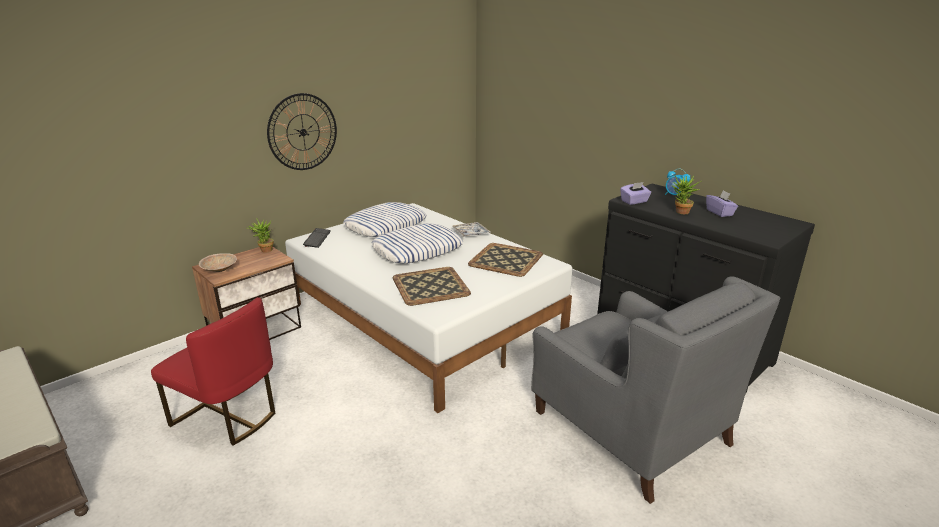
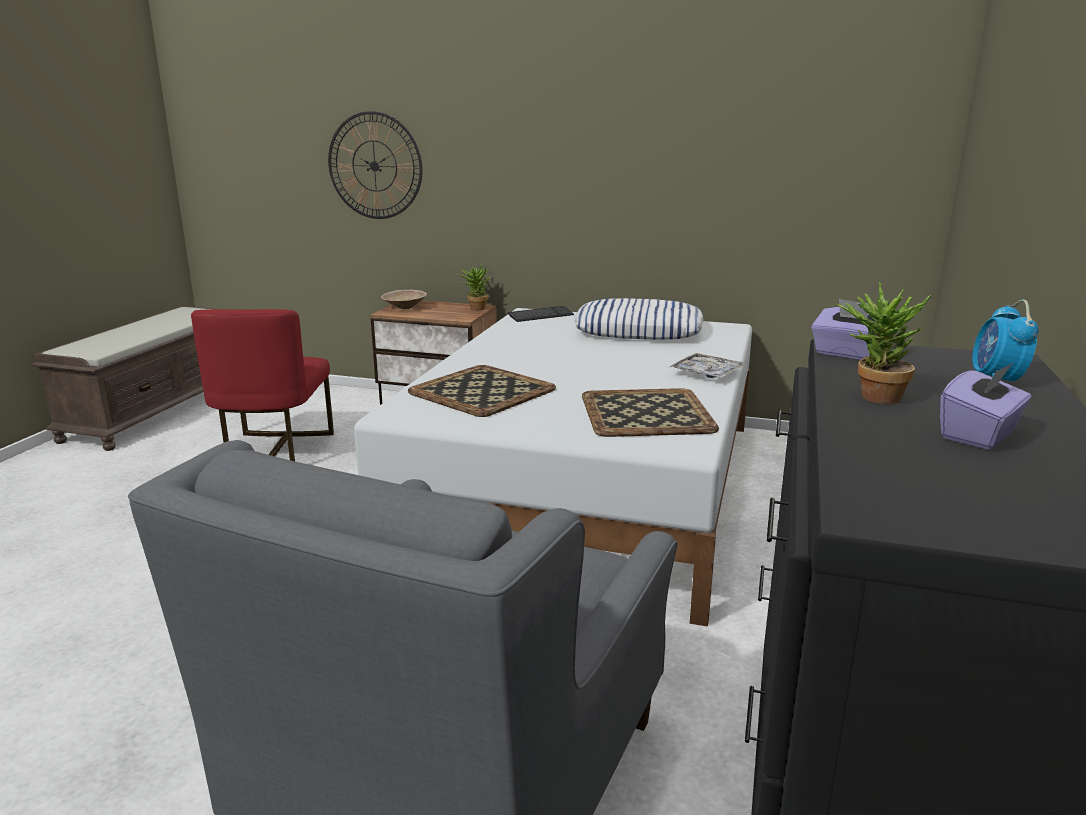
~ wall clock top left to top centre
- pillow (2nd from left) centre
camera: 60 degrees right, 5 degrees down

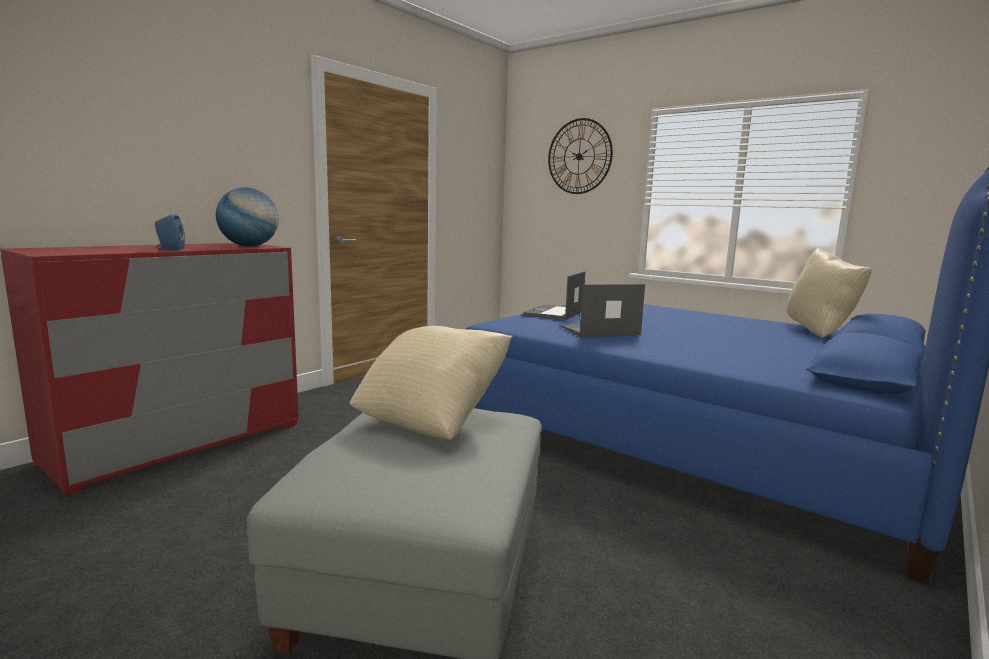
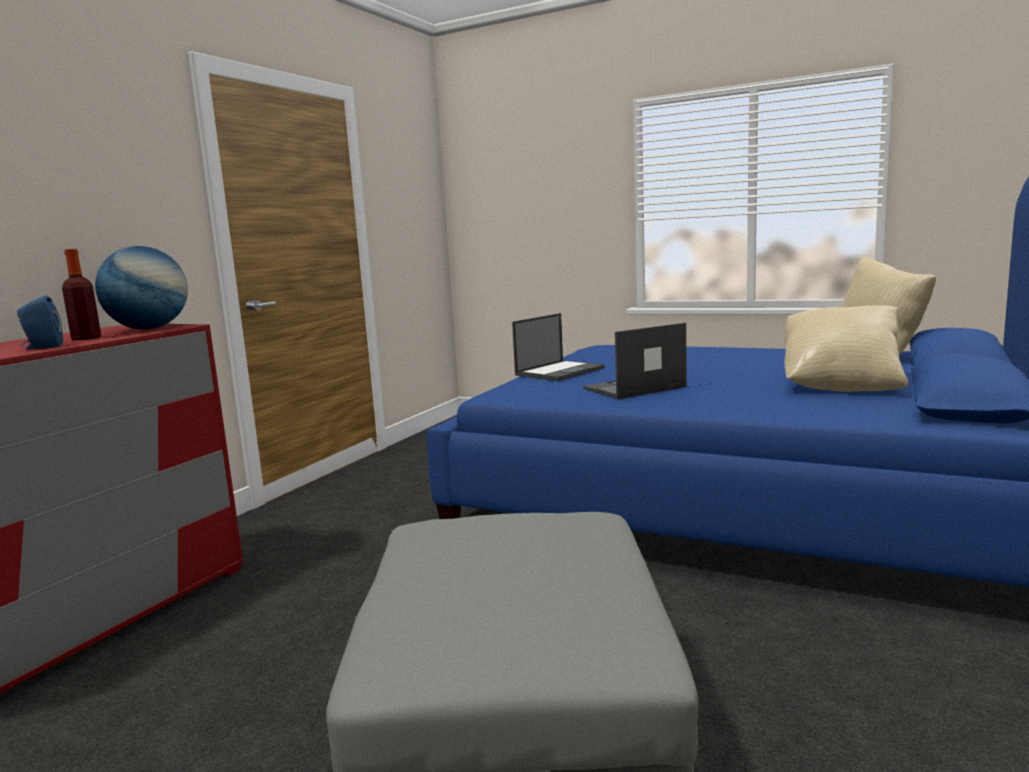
+ beverage bottle middle left
~ notebook computer (1st from left) centre = centre 150 degrees counterclockwise
~ pillow (beige-coloured) (1st from left) centre to middle right
- wall clock top centre
camera: 10 degrees left, 0 degrees up

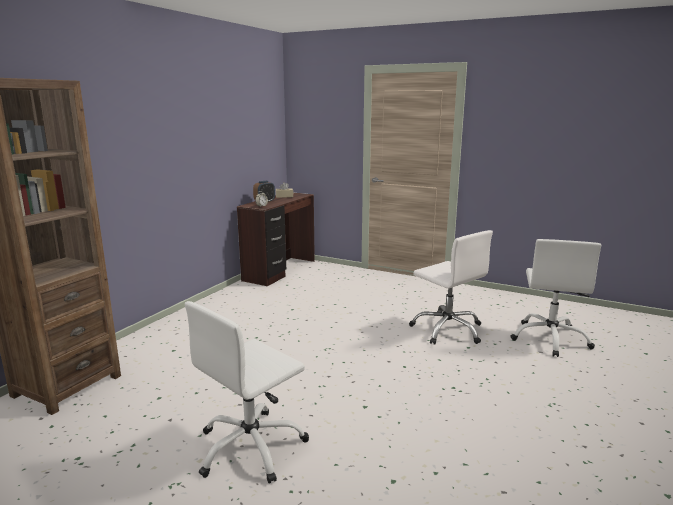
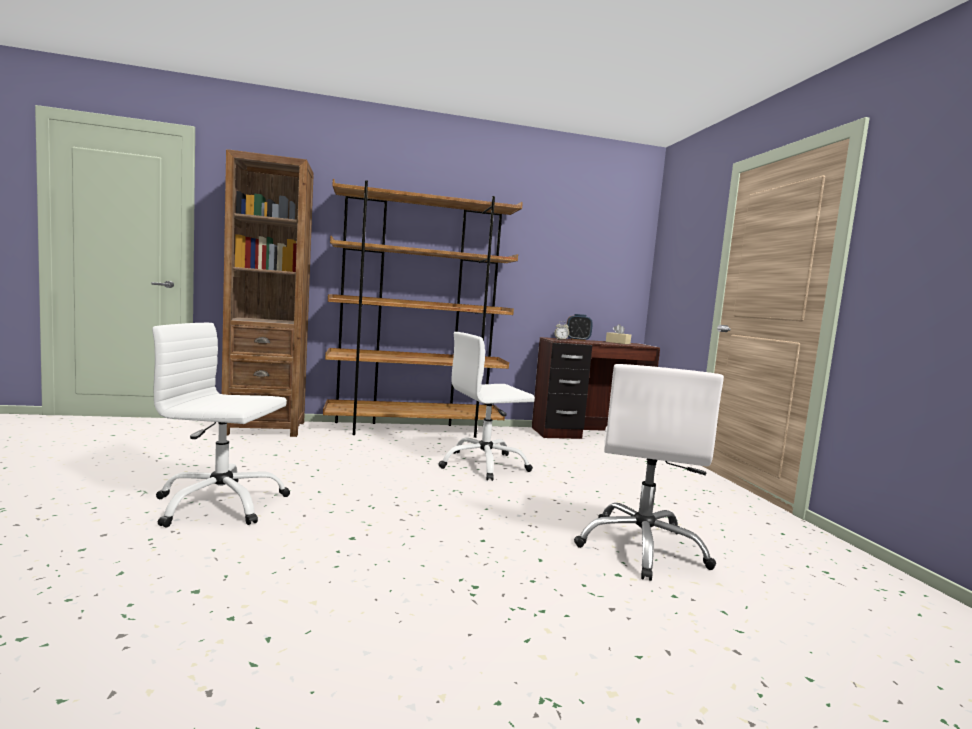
+ shelving unit (brown-coloured) (2nd from left) centre
~ computer chair (white-coloured) (3rd from left in the first image) middle right to computer chair (white-coloured) (2nd from left) centre
camera: 50 degrees right, 10 degrees down

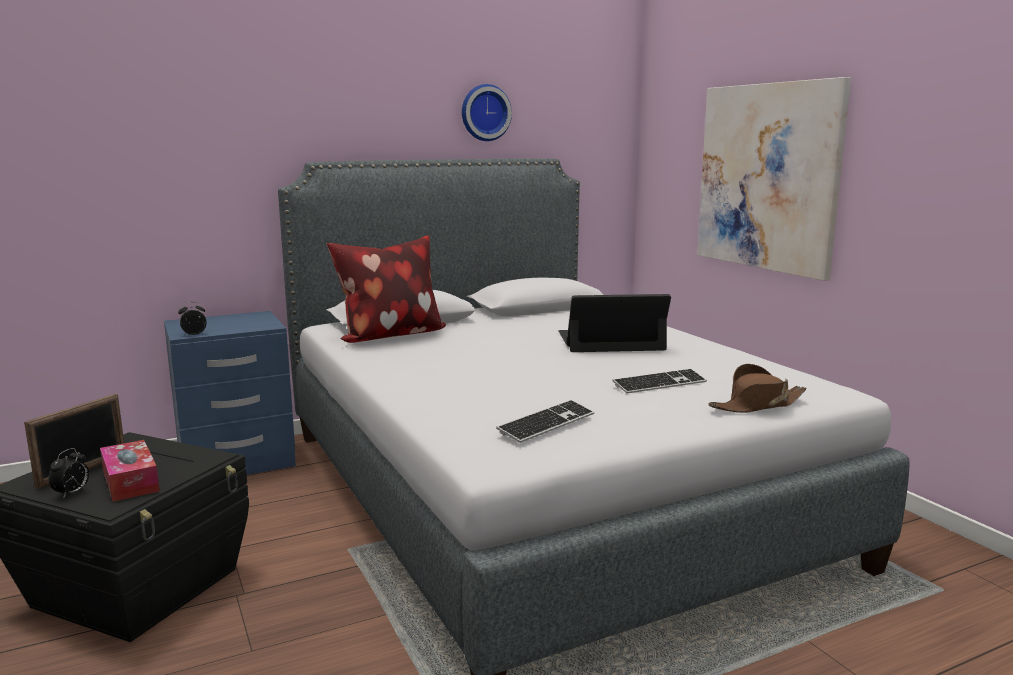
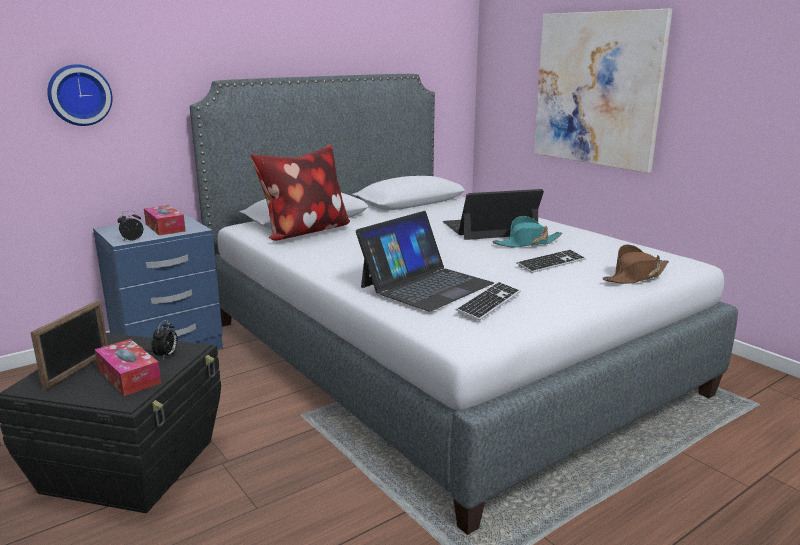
~ wall clock top centre to top left
+ tissue box (2nd from left) middle left
~ bedside clock (1st from left in the first image) bottom left to bedside clock (2nd from left) middle left
+ notebook computer (1st from left) centre
+ clothing hat (turquoise-coloured) centre
camera: 10 degrees left, 5 degrees up

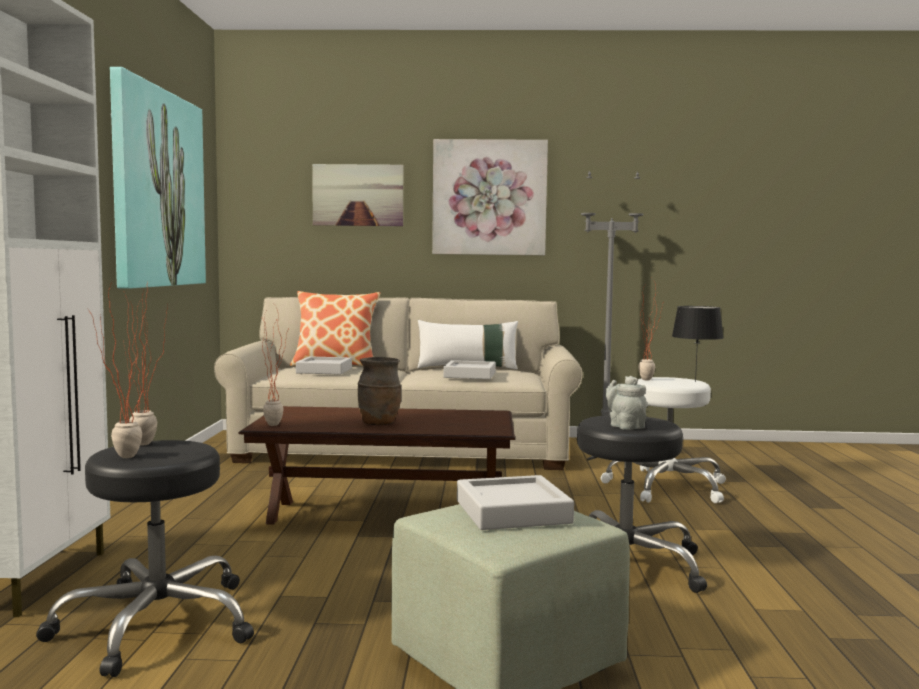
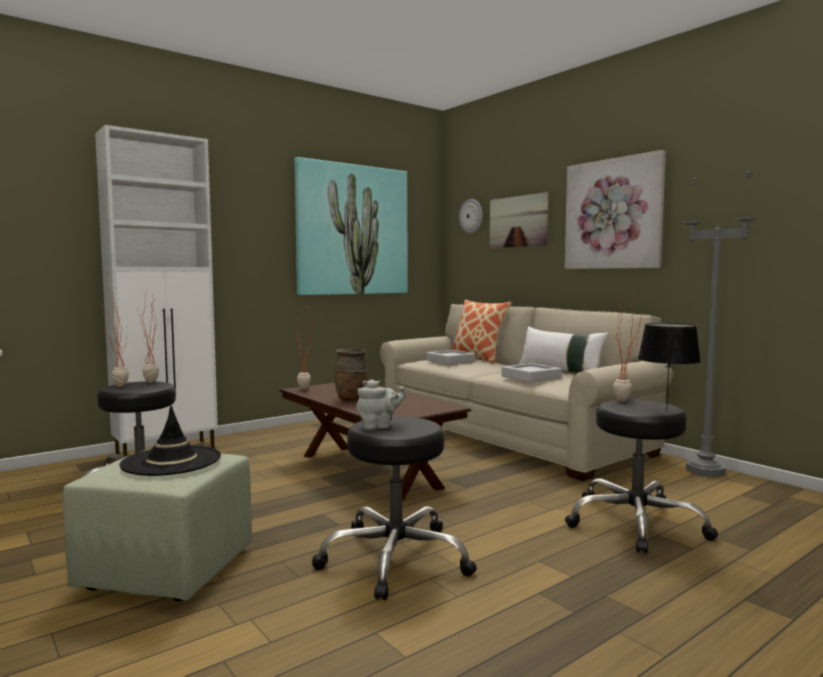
~ tray (grey) (3rd from left) bottom centre to clothing hat (black-coloured) middle left
~ tea pot (grey) middle right = centre 45 degrees clockwise
+ wall clock top centre
~ stool (white-coloured) middle right to stool (black-coloured) (3rd from left) bottom right
camera: 50 degrees right, 0 degrees up

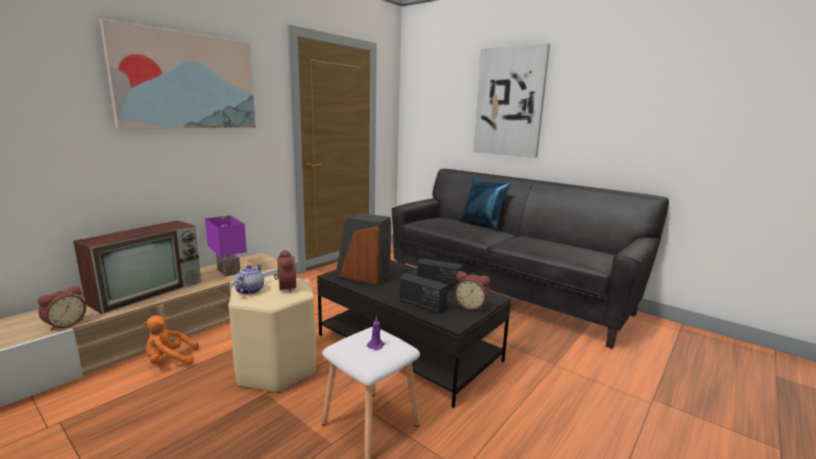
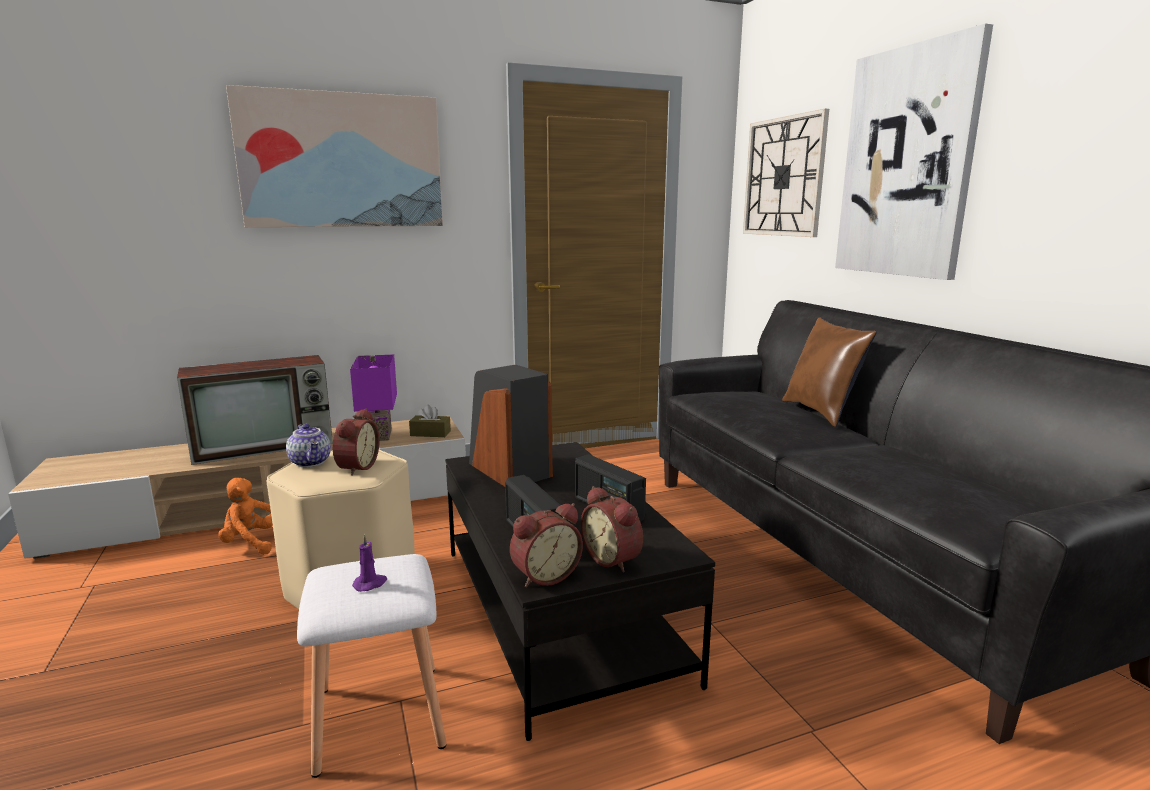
~ tea pot middle left = middle left 105 degrees clockwise
+ tissue box (brown-coloured) centre
~ bedside clock (1st from left in the first image) bottom left to bedside clock (2nd from left) bottom centre
+ wall clock top right
~ pillow (bluish) centre to pillow (brown-coloured) middle right
camera: 30 degrees right, 0 degrees up

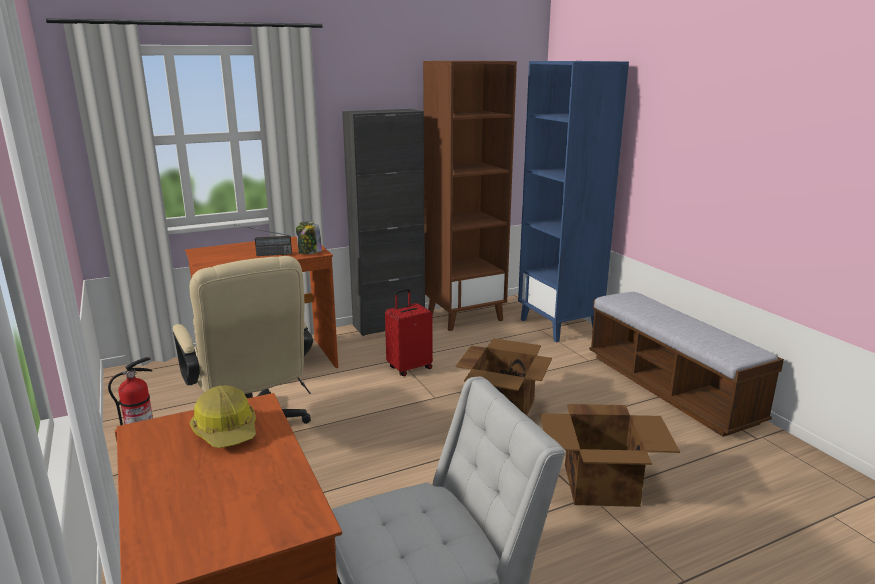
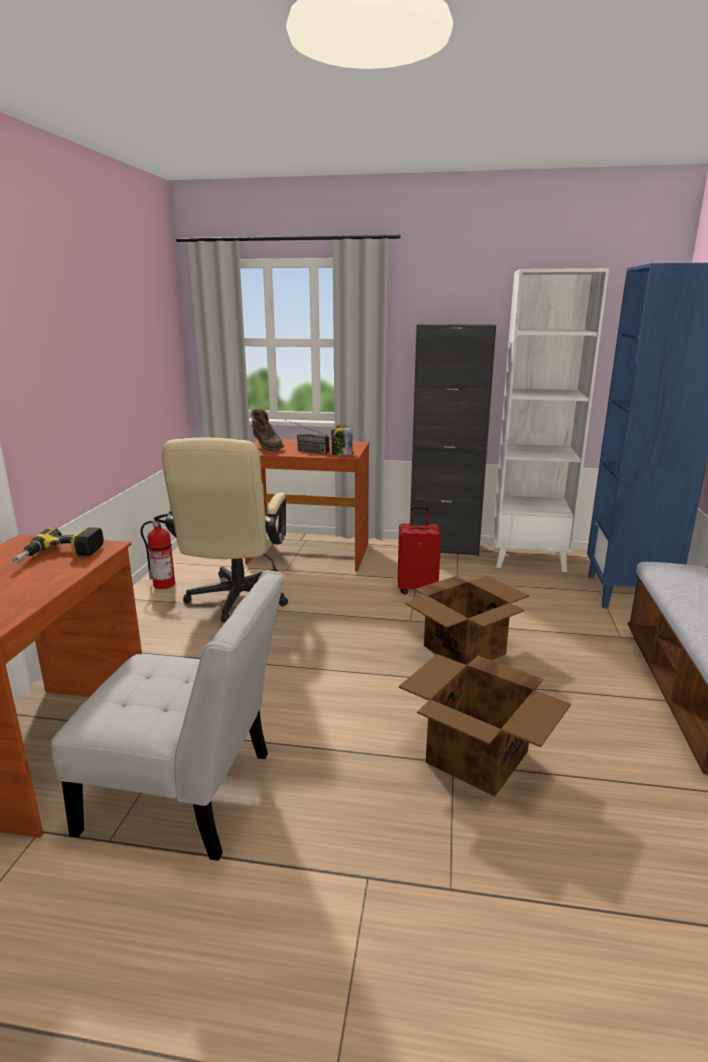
~ work helmet bottom left to power drill middle left
+ tall boot (brown-coloured) centre
~ shelving unit (brown-coloured) centre to shelving unit (white-coloured) middle right
camera: 35 degrees right, 0 degrees up

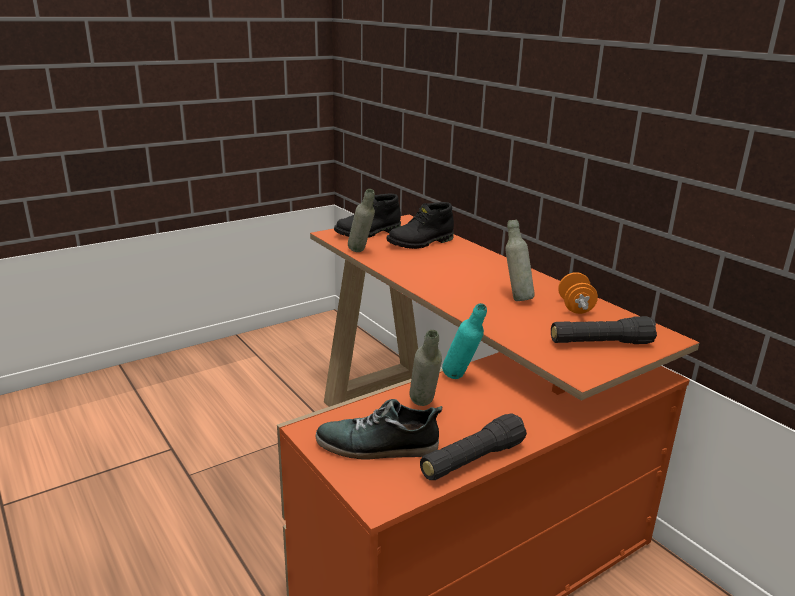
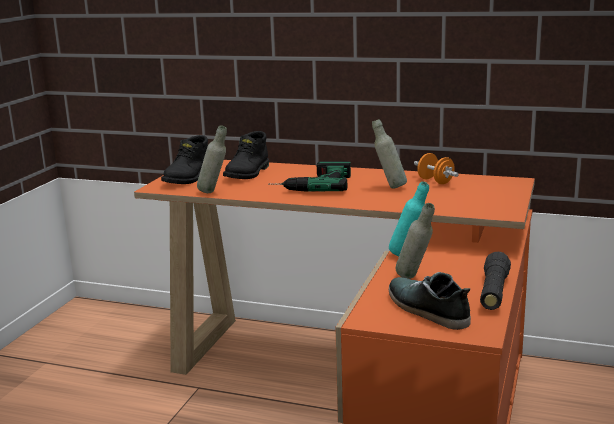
+ power drill centre
~ low shoe bottom centre = bottom right 90 degrees clockwise
- hand torch (black-coloured) (2nd from left) middle right
camera: 35 degrees left, 5 degrees down

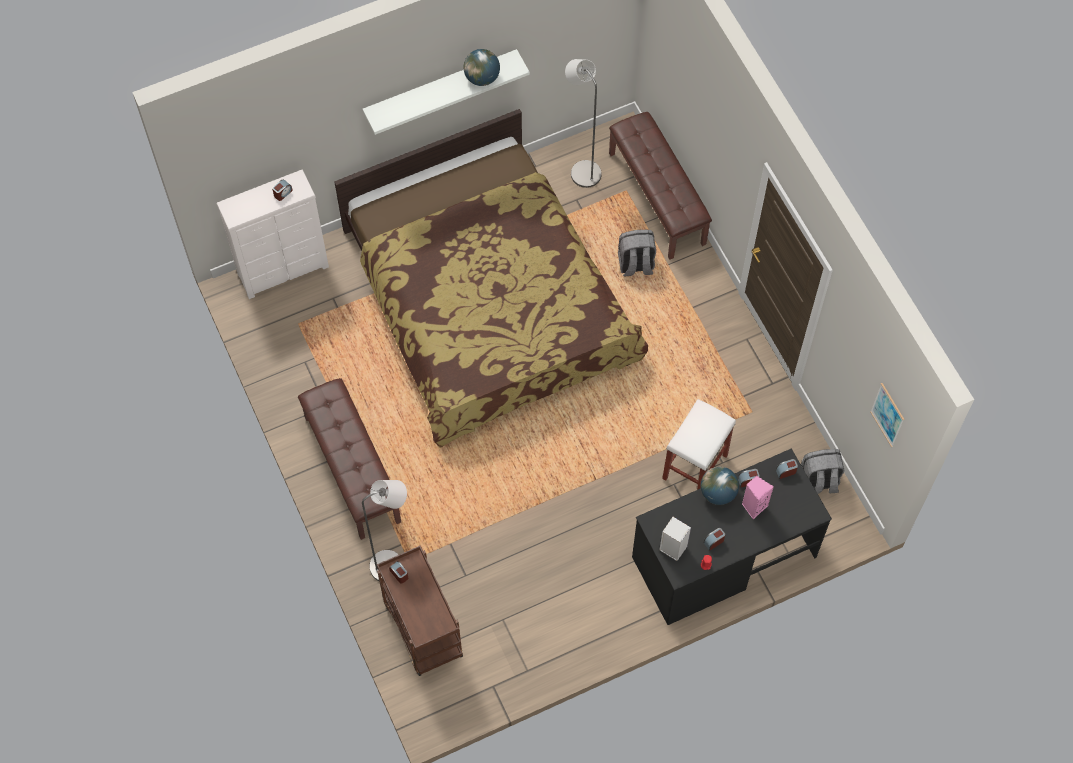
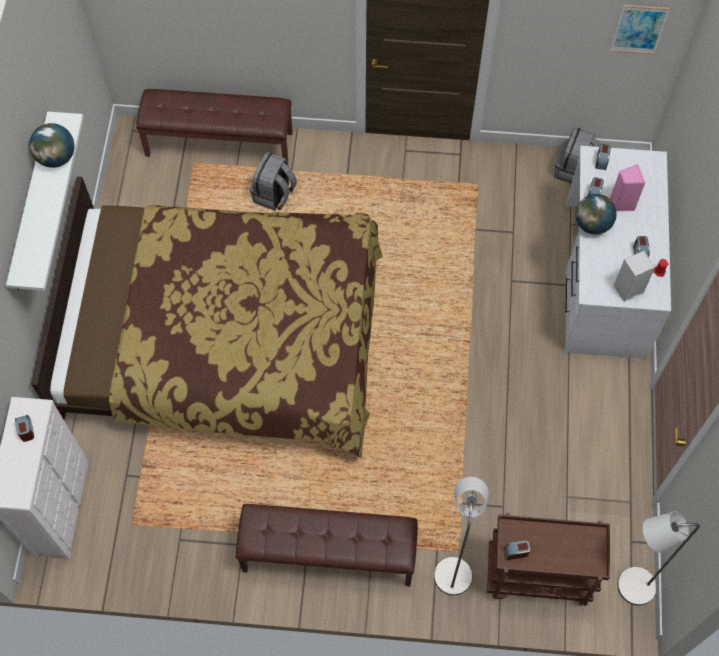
~ desk table (black-coloured) bottom right to desk table (white-coloured) middle right
~ floor lamp (grey) (2nd from left) top centre to bottom right
- stool (white-coloured) centre
camera: 60 degrees left, 0 degrees up

